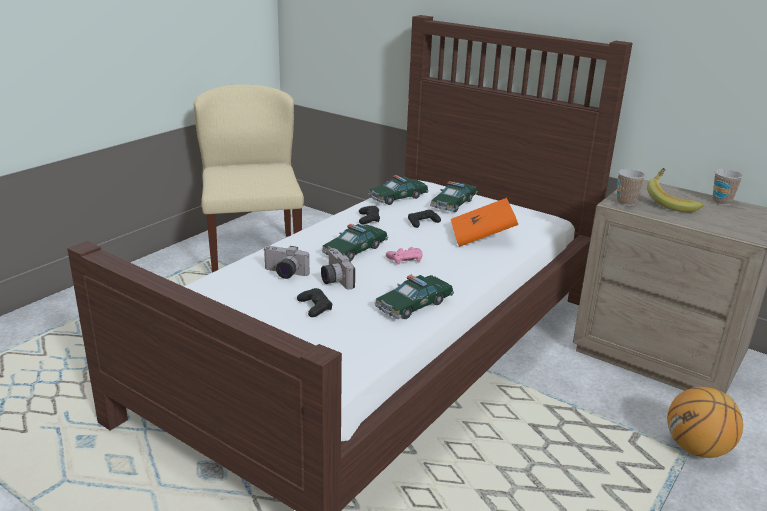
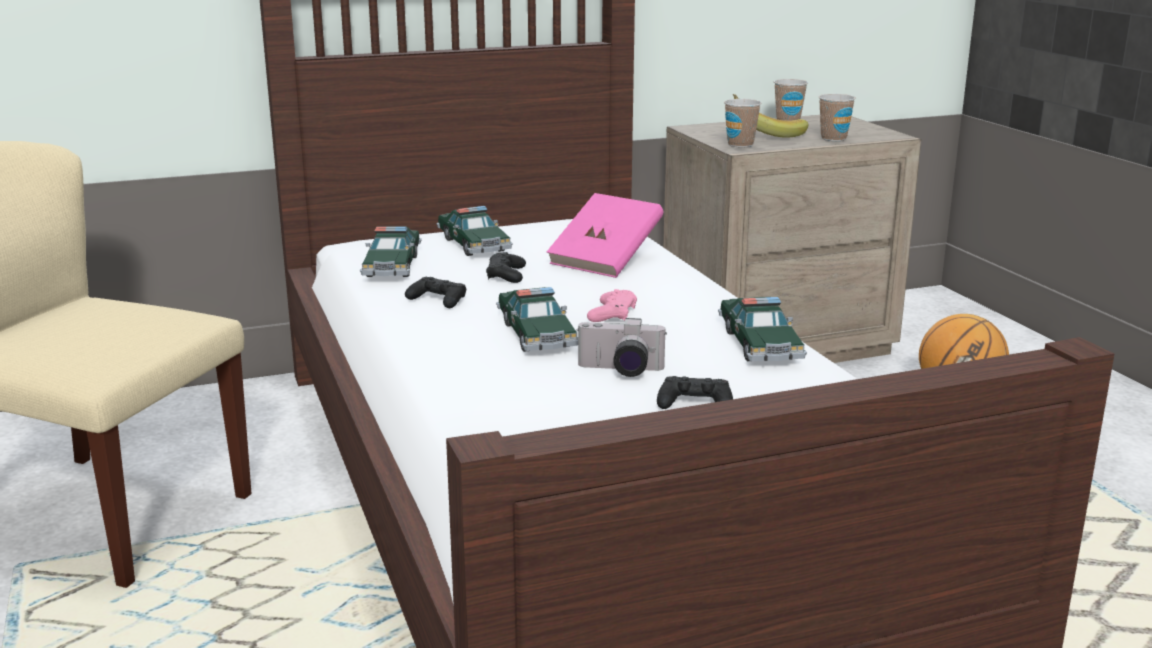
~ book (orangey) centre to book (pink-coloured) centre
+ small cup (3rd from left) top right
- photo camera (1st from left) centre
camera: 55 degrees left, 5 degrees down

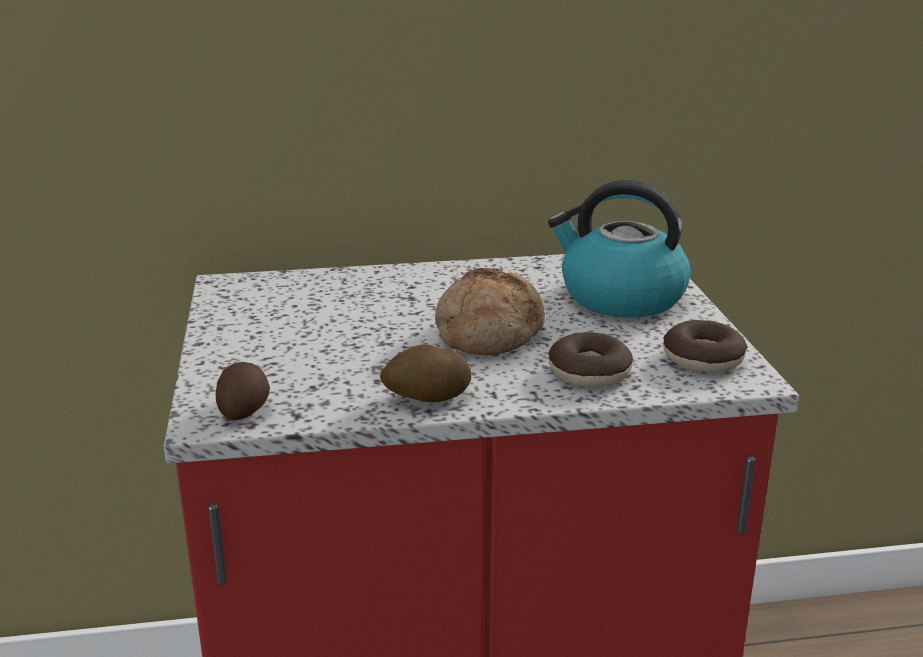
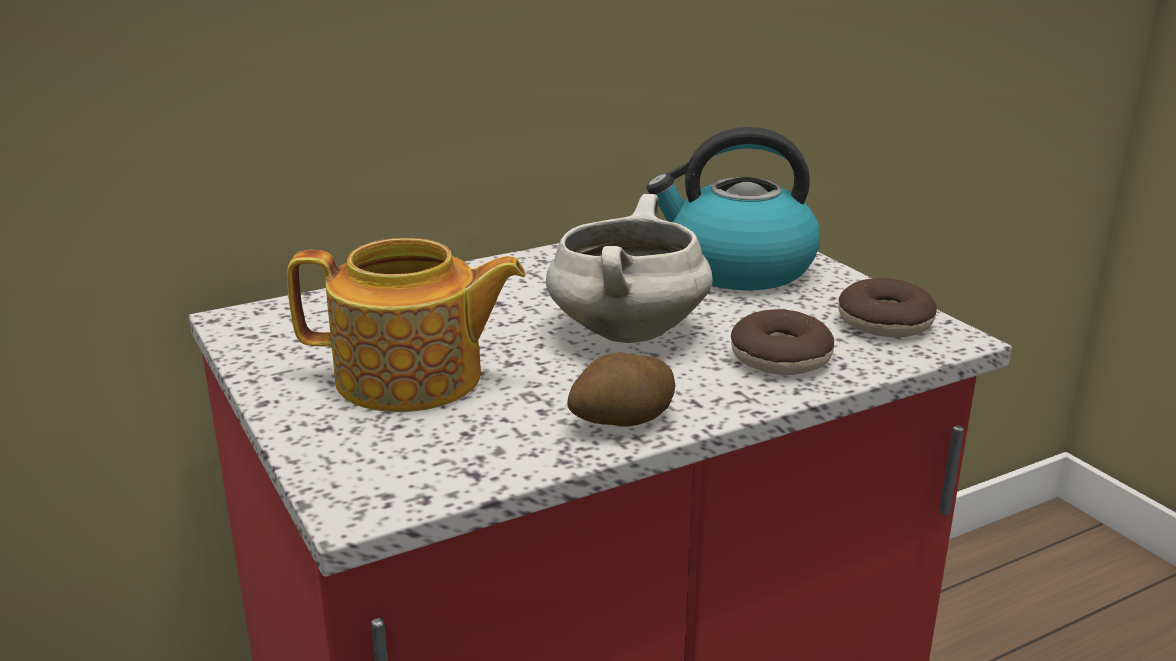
+ tea pot centre
~ bread centre to stockpot (white-coloured) centre
- whole potato (1st from left) middle left
camera: 20 degrees left, 0 degrees up

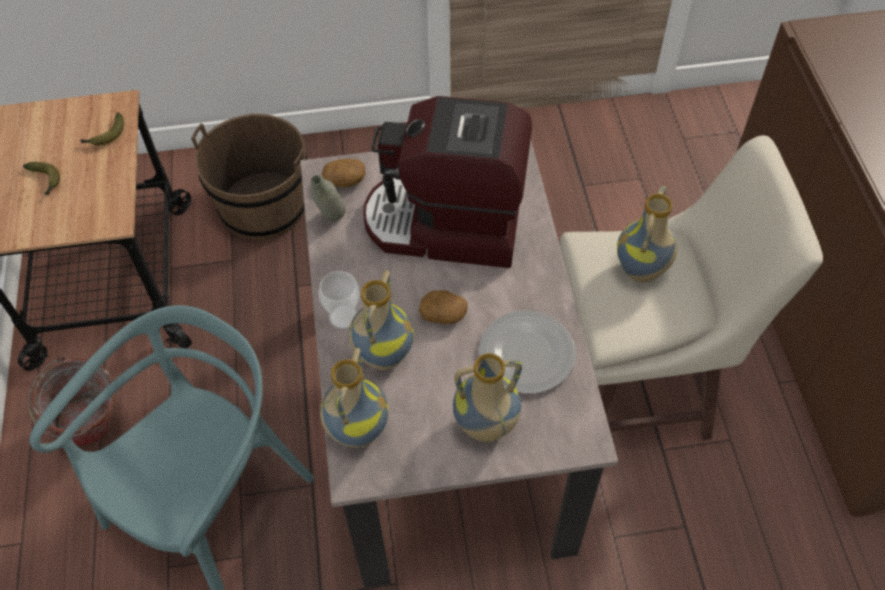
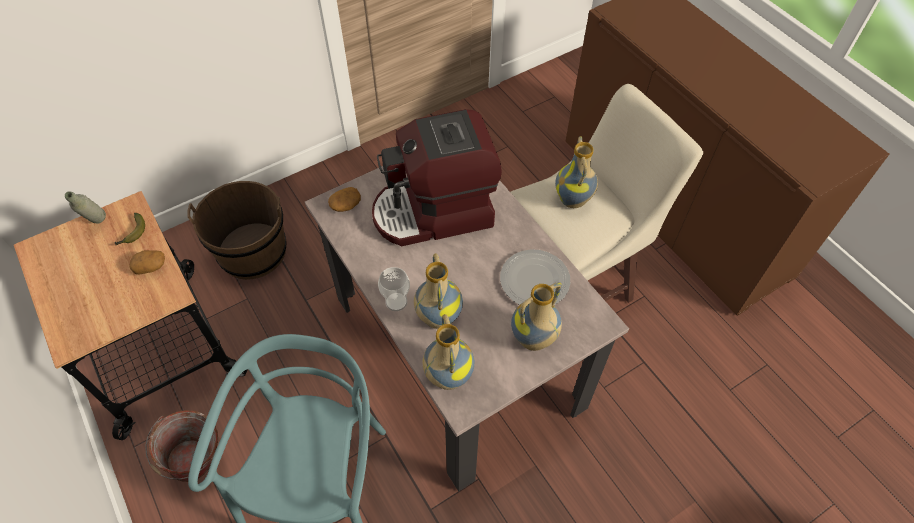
~ beverage bottle (grey) centre to middle left
~ whole potato (2nd from left in the first image) centre to whole potato (1st from left) middle left
- banana fruit (1st from left) top left
camera: 25 degrees left, 0 degrees up

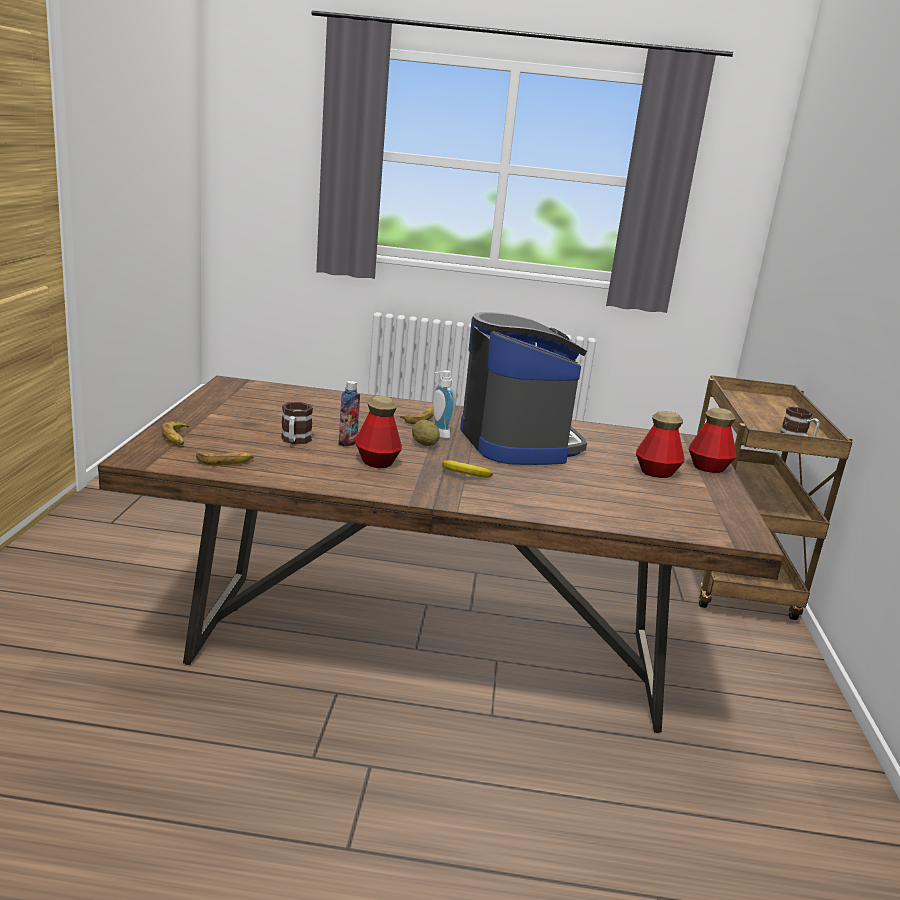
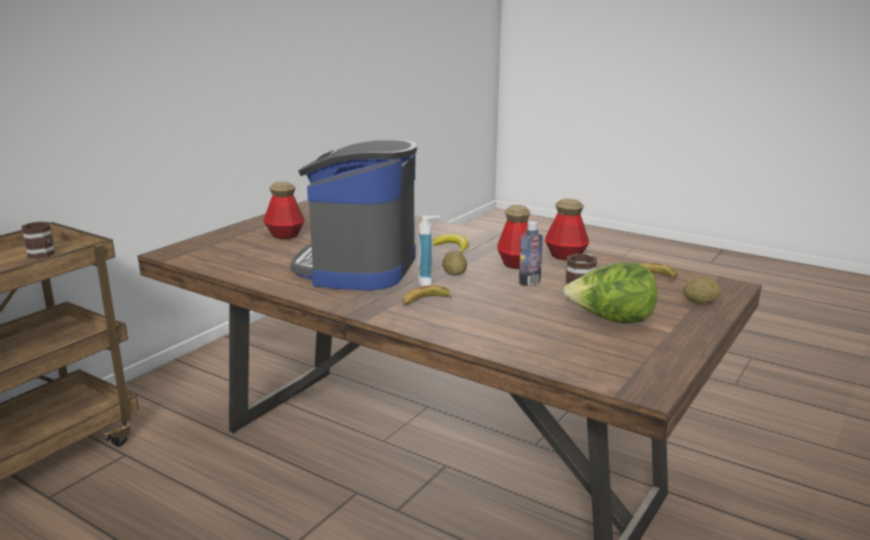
~ beverage bottle (4th from left) middle right to centre
+ head of lettuce middle right
~ banana fruit (1st from left) middle left to whole potato (2nd from left) middle right
camera: 150 degrees left, 0 degrees up

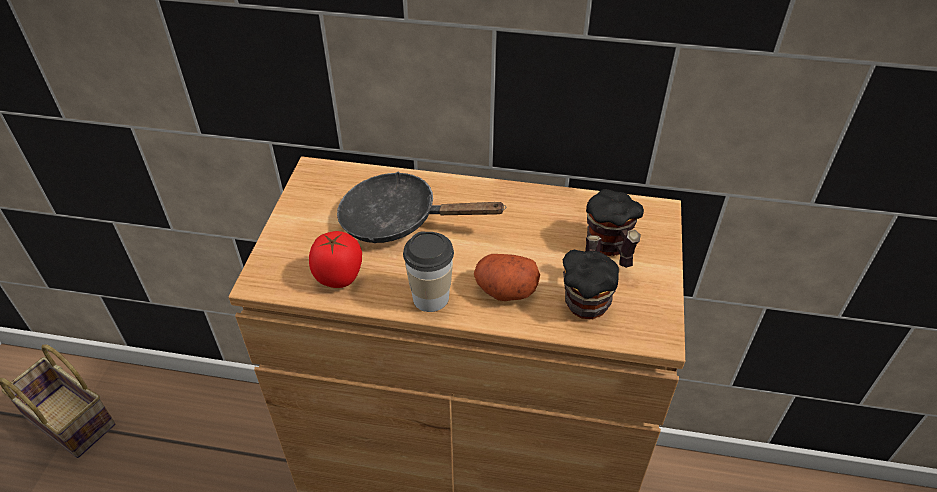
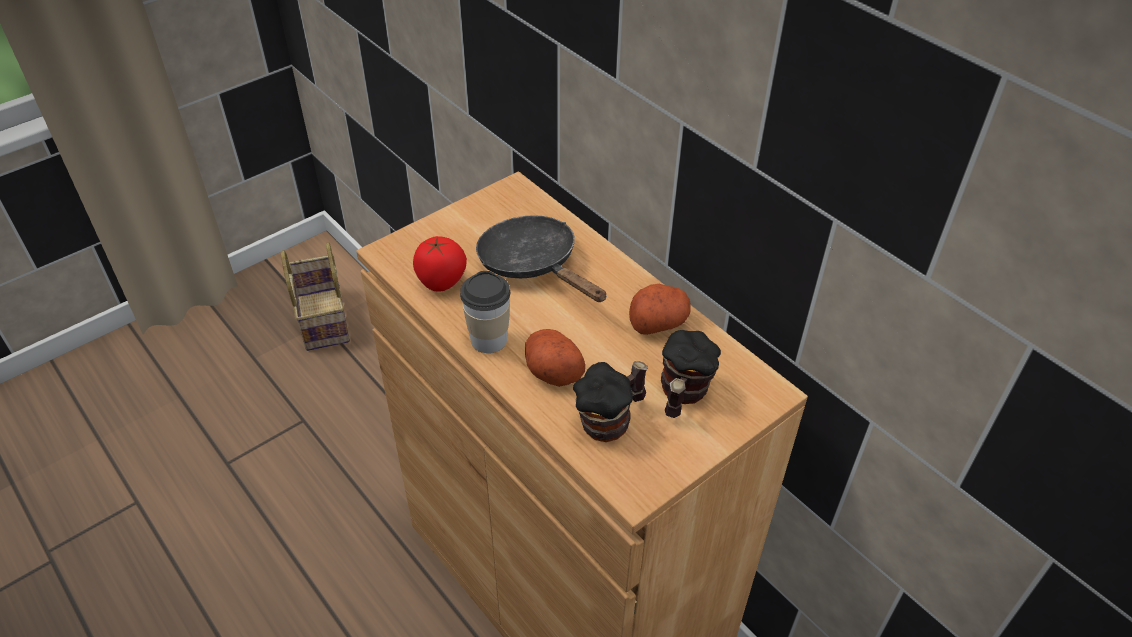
+ whole potato (2nd from left) centre
camera: 40 degrees right, 0 degrees up

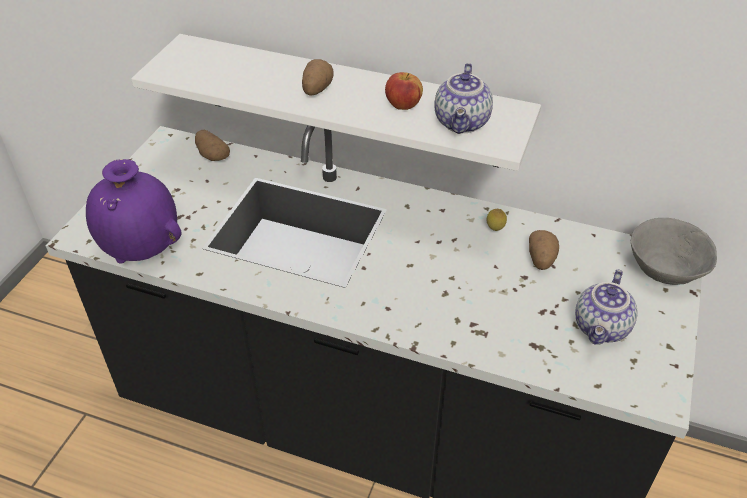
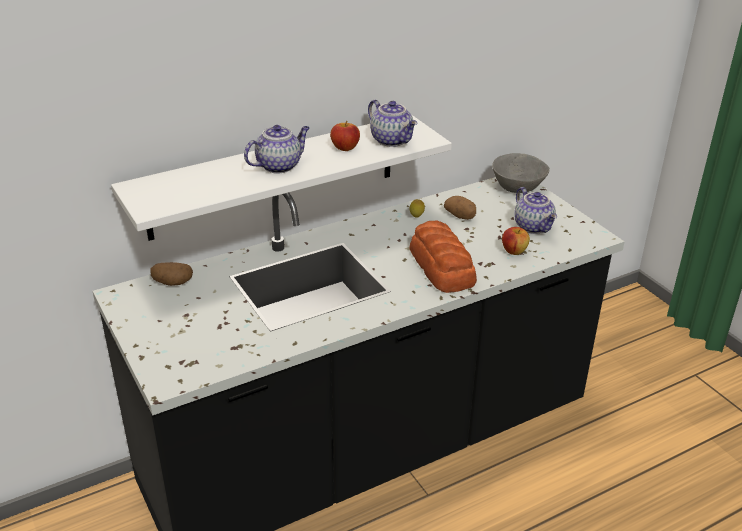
~ whole potato (2nd from left) top centre to tea pot (1st from left) top centre
+ bread centre
+ apple fruit (2nd from left) middle right
- decorative vase (purple-coloured) middle left
camera: 50 degrees left, 10 degrees down

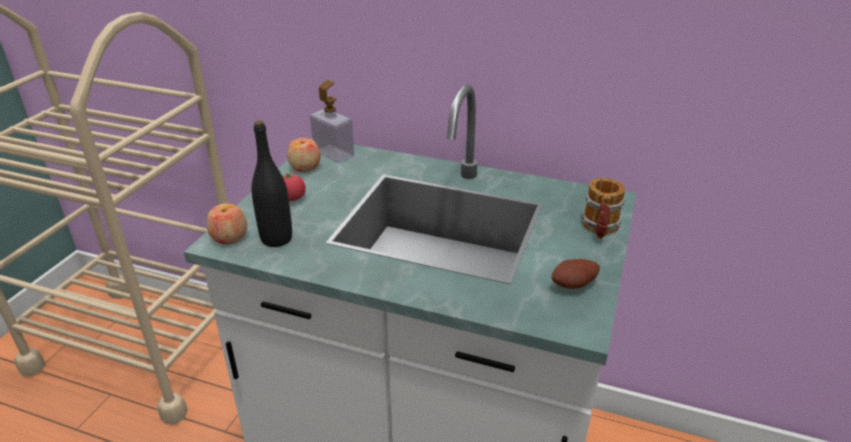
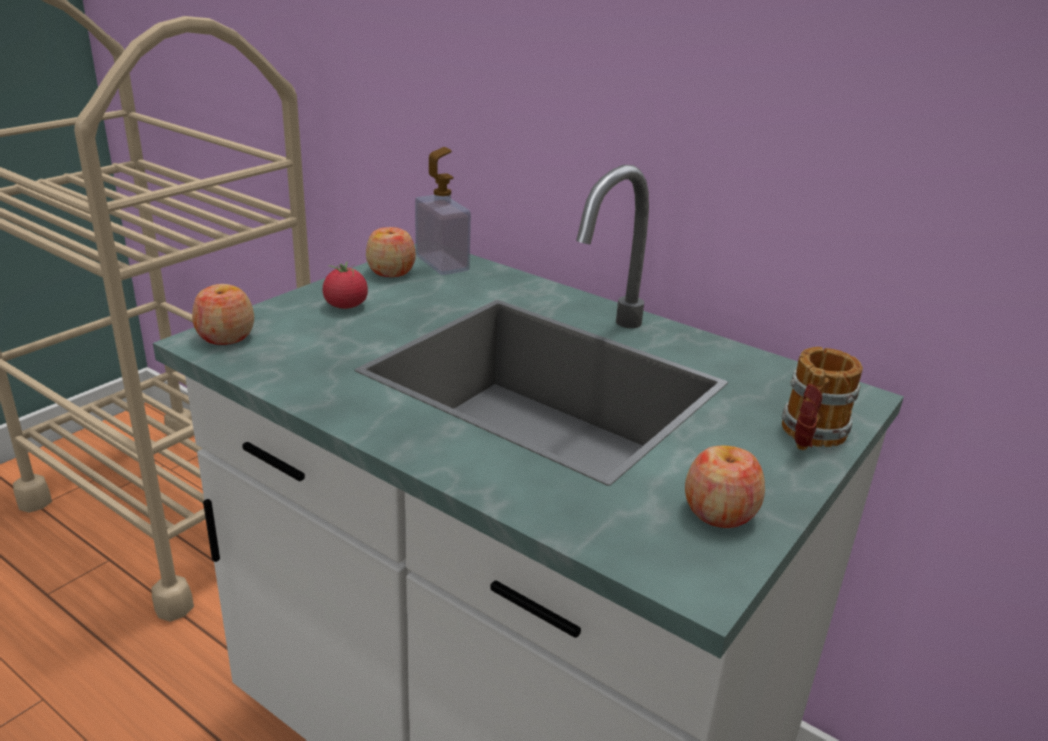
~ whole potato middle right to apple fruit (3rd from left) middle right
- beverage bottle (black-coloured) middle left
camera: 15 degrees right, 5 degrees down

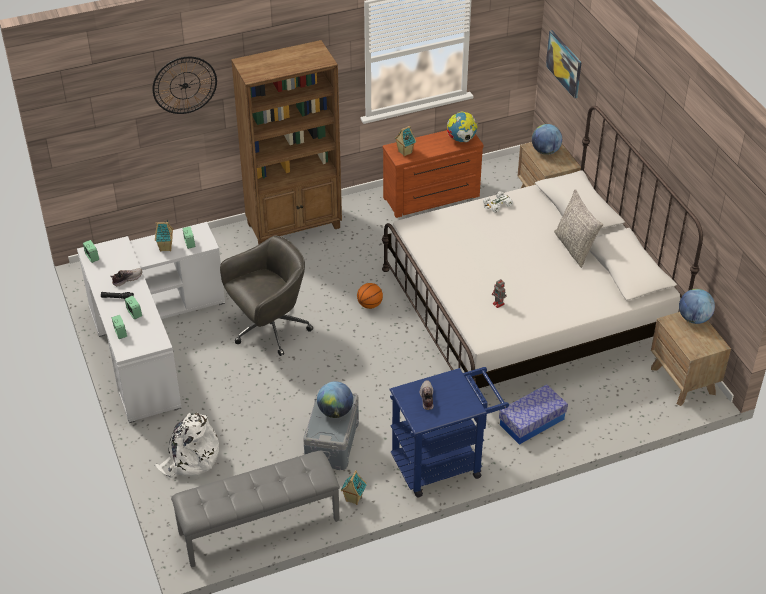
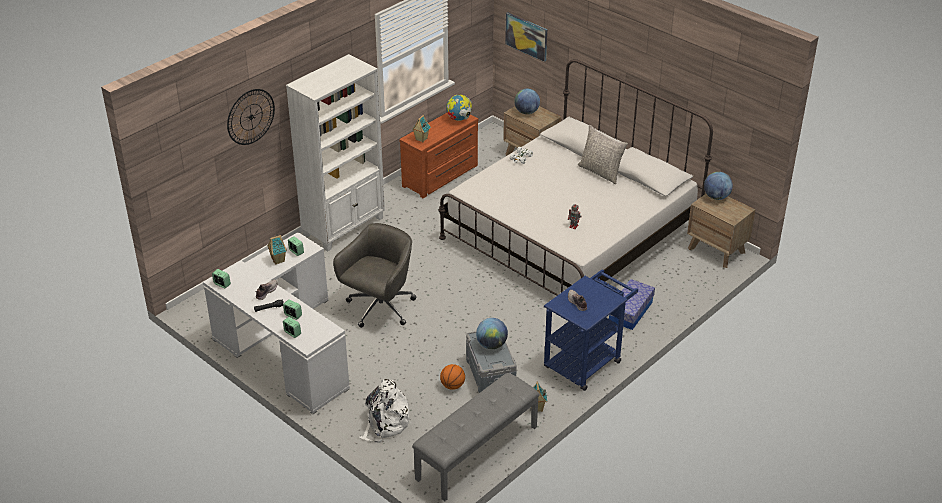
~ shelving unit (brown-coloured) top centre to shelving unit (white-coloured) top centre
~ ball for basketball centre to bottom centre
camera: 25 degrees left, 5 degrees down

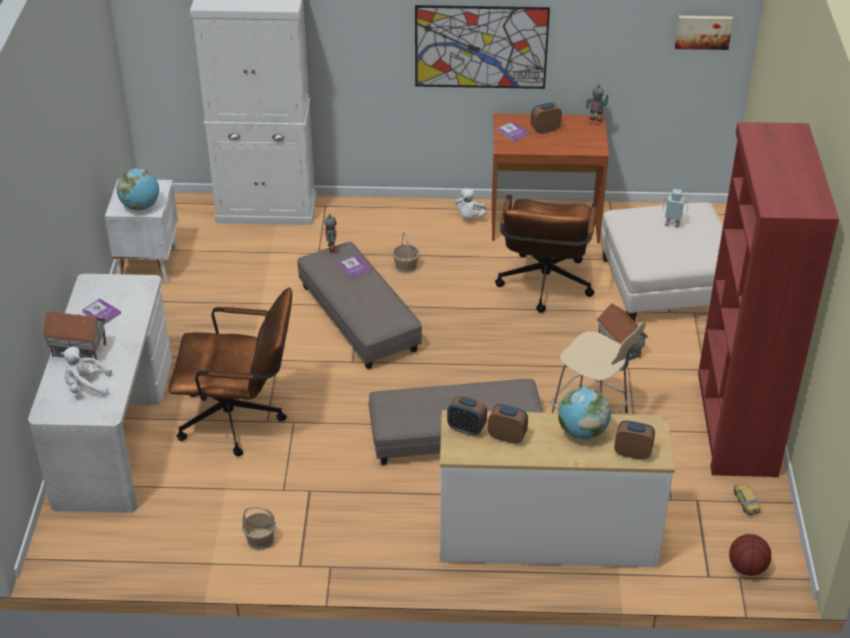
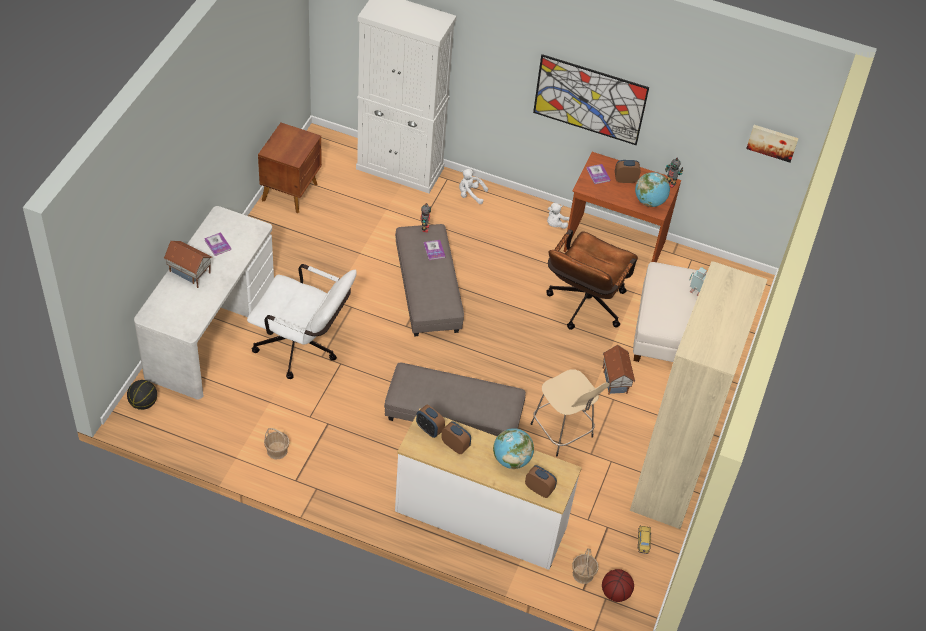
+ ball for basketball (1st from left) middle left
~ computer chair (brown-coloured) (1st from left) middle left to computer chair (white-coloured) middle left
~ night table (white-coloured) middle left to night table (brown-coloured) top left
~ plush toy (white-coloured) (1st from left) middle left to top centre
~ household basket (2nd from left) centre to bottom centre
~ shelving unit (red) middle right to shelving unit (beige-coloured) middle right
~ desk globe (1st from left in the first image) top left to desk globe (2nd from left) top right
camera: 15 degrees right, 10 degrees up

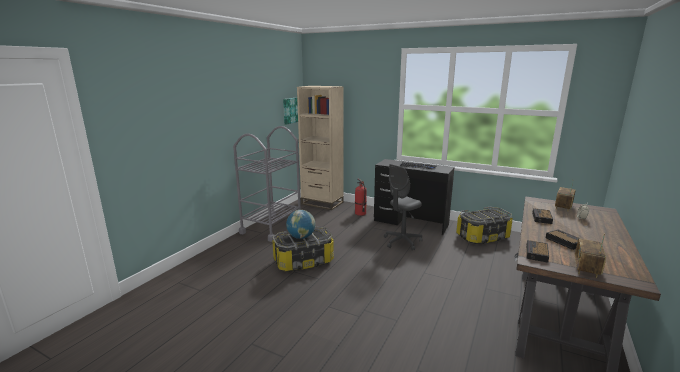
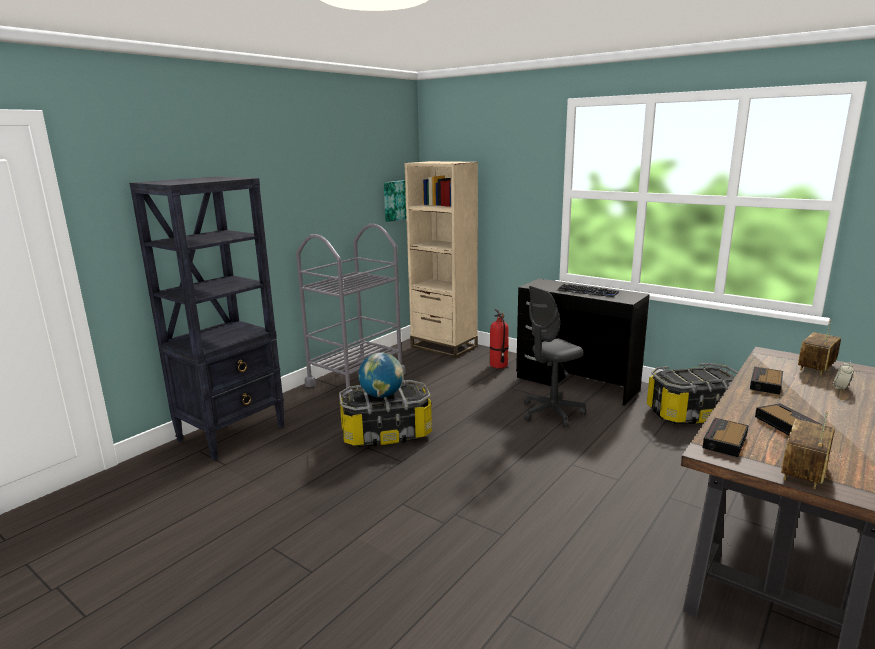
+ shelving unit (black-coloured) middle left
camera: 10 degrees right, 0 degrees up

